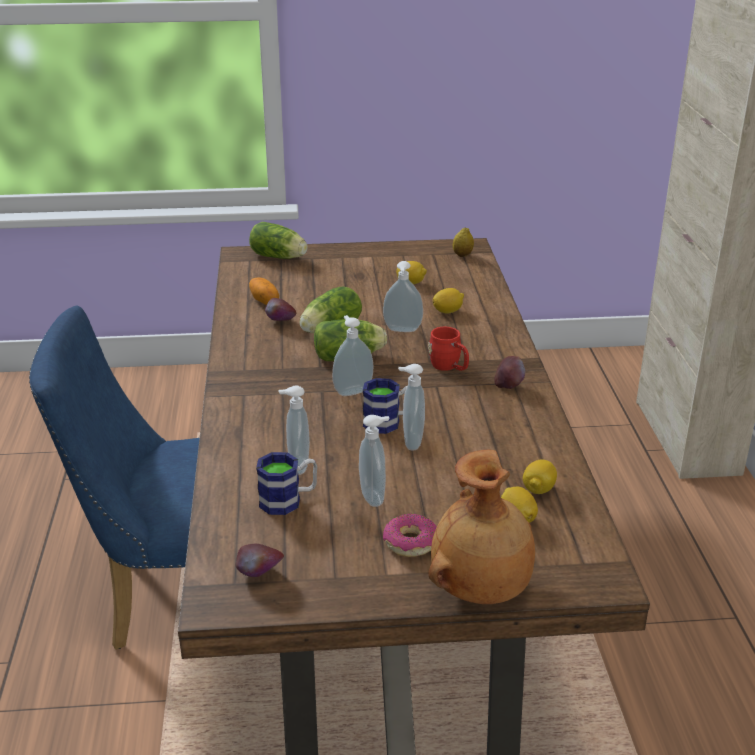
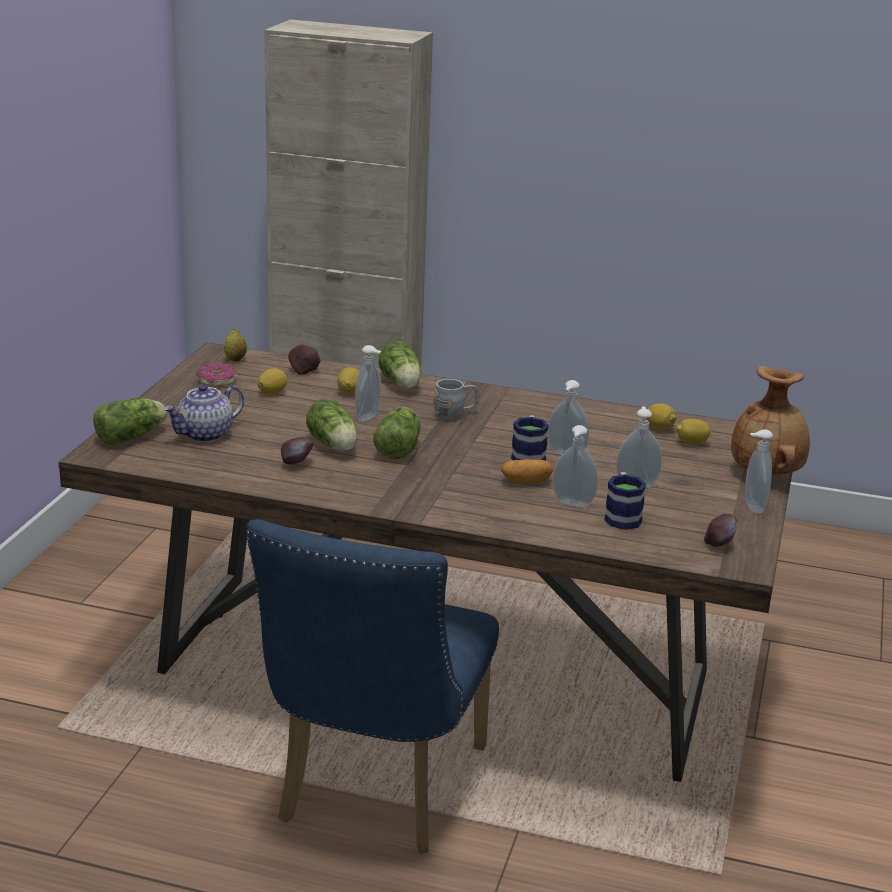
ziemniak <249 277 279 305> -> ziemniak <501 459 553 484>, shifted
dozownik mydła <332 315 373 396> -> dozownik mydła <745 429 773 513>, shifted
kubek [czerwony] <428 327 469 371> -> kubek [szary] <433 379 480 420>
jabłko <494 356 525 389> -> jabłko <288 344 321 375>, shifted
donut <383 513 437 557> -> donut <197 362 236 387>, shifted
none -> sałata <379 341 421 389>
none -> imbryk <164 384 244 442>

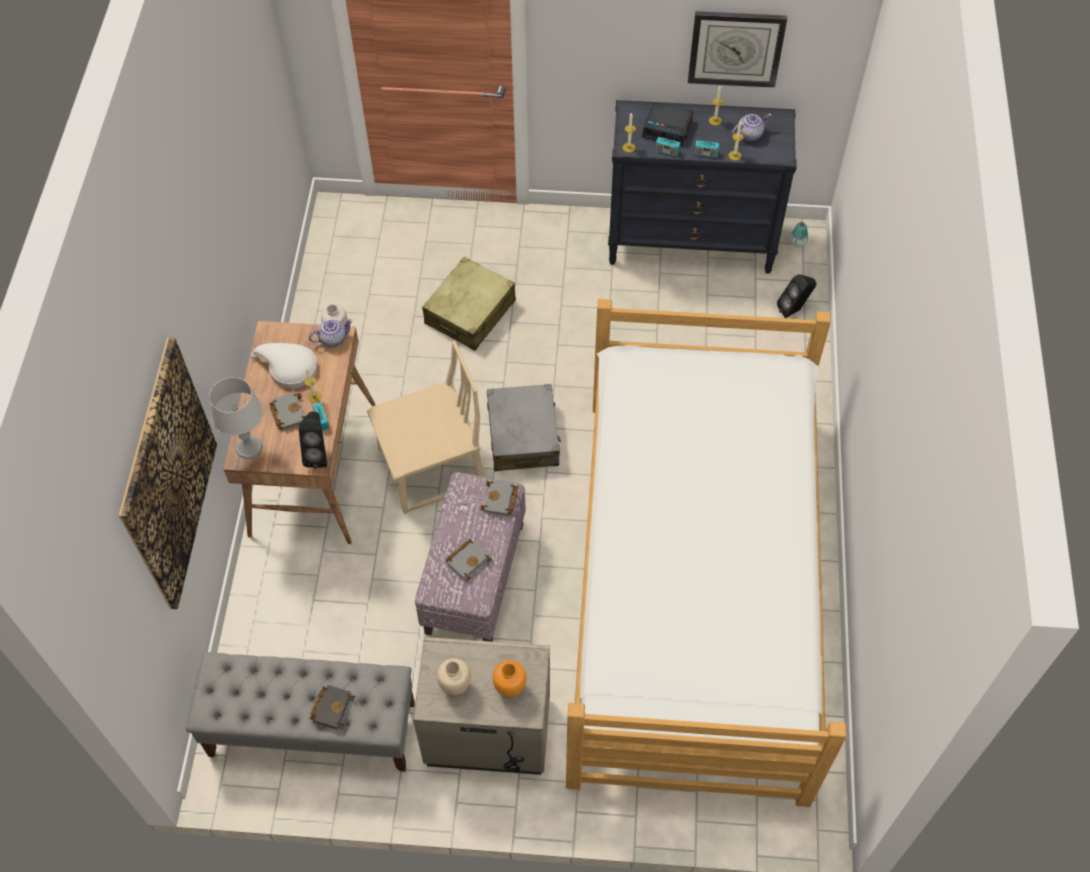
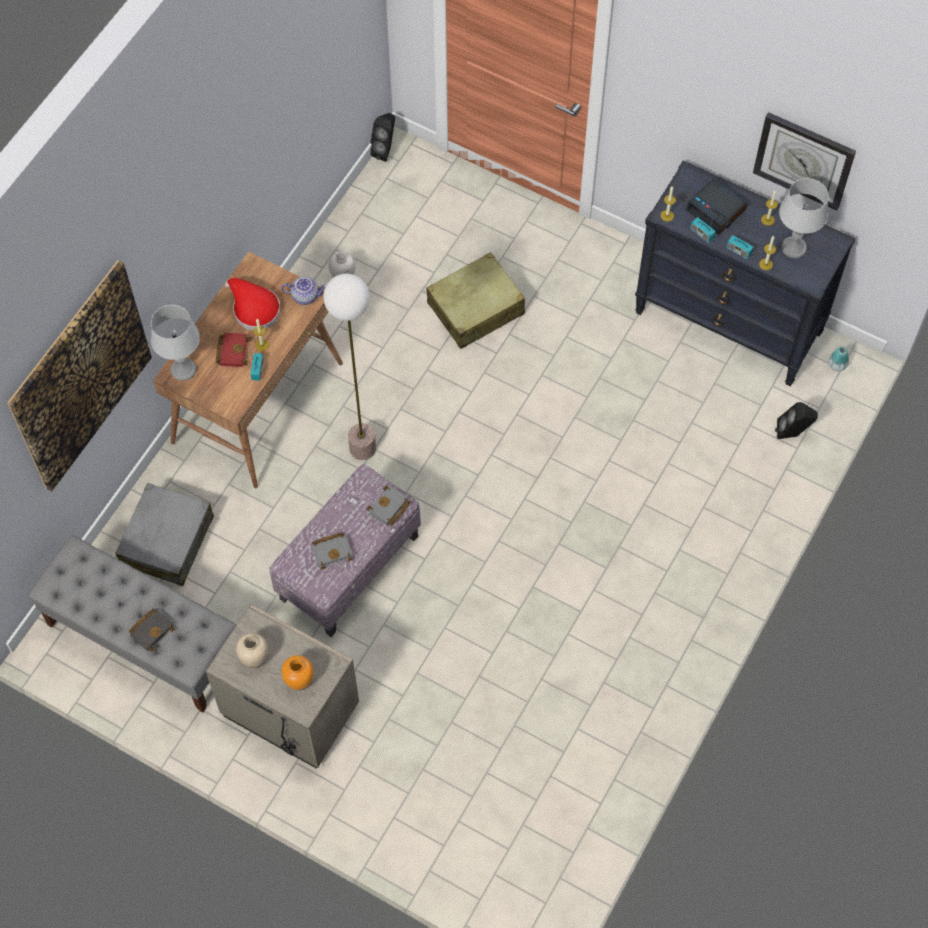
imbryk <732 113 771 141> -> lampa stołowa [szary] <779 178 829 258>
łóżko <566 299 847 807> -> none
krzesło [beżowy] <367 341 485 514> -> lampa stojąca <323 274 376 460>
kapelusz [biały] <251 343 318 388> -> kapelusz [czerwony] <225 278 281 330>
walizka [szary] <487 384 561 472> -> walizka [szary] <115 483 214 586>, shifted
książka [szary] <269 392 305 430> -> książka [czerwony] <216 333 251 367>
głośnik [czarny] <299 411 327 469> -> głośnik [czarny] <370 113 395 161>, shifted

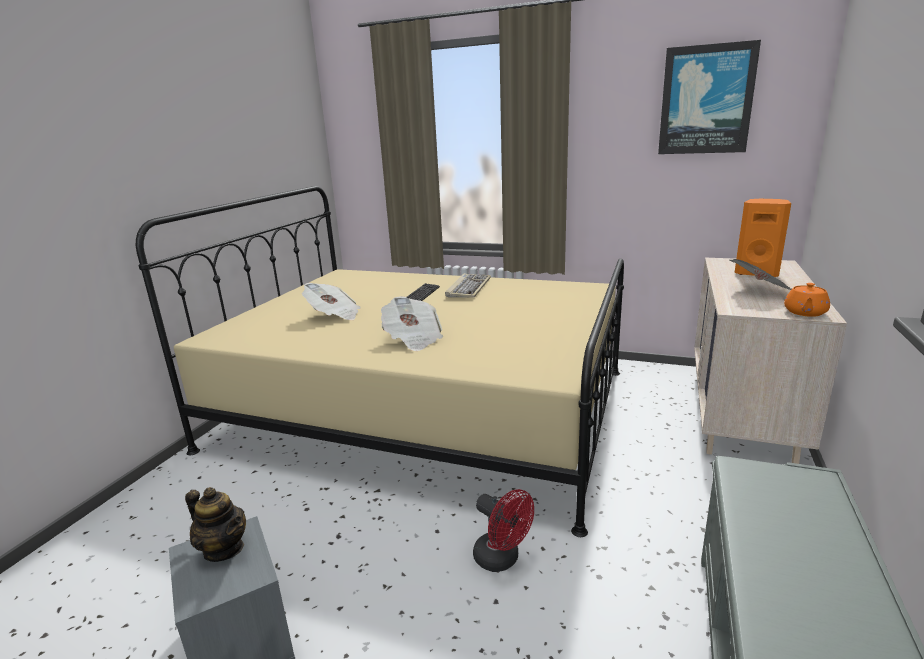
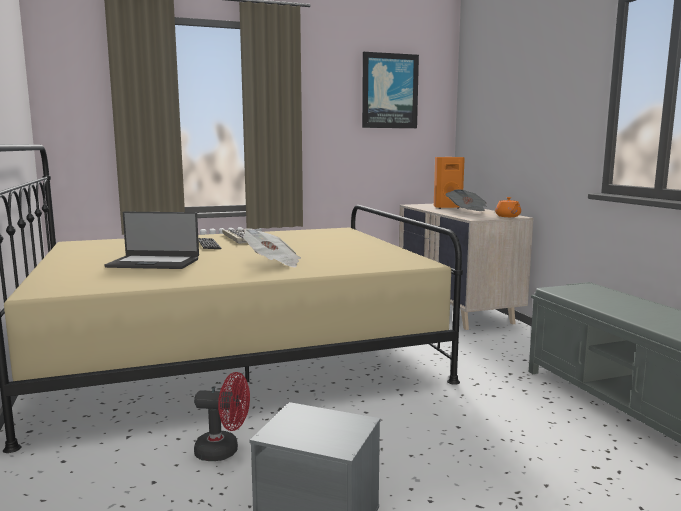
gazeta <302 283 360 320> -> laptop <104 212 199 269>
imbryk <185 487 246 562> -> none
wentylator [czerwony] <473 489 534 572> -> wentylator [czerwony] <194 372 250 461>, shifted

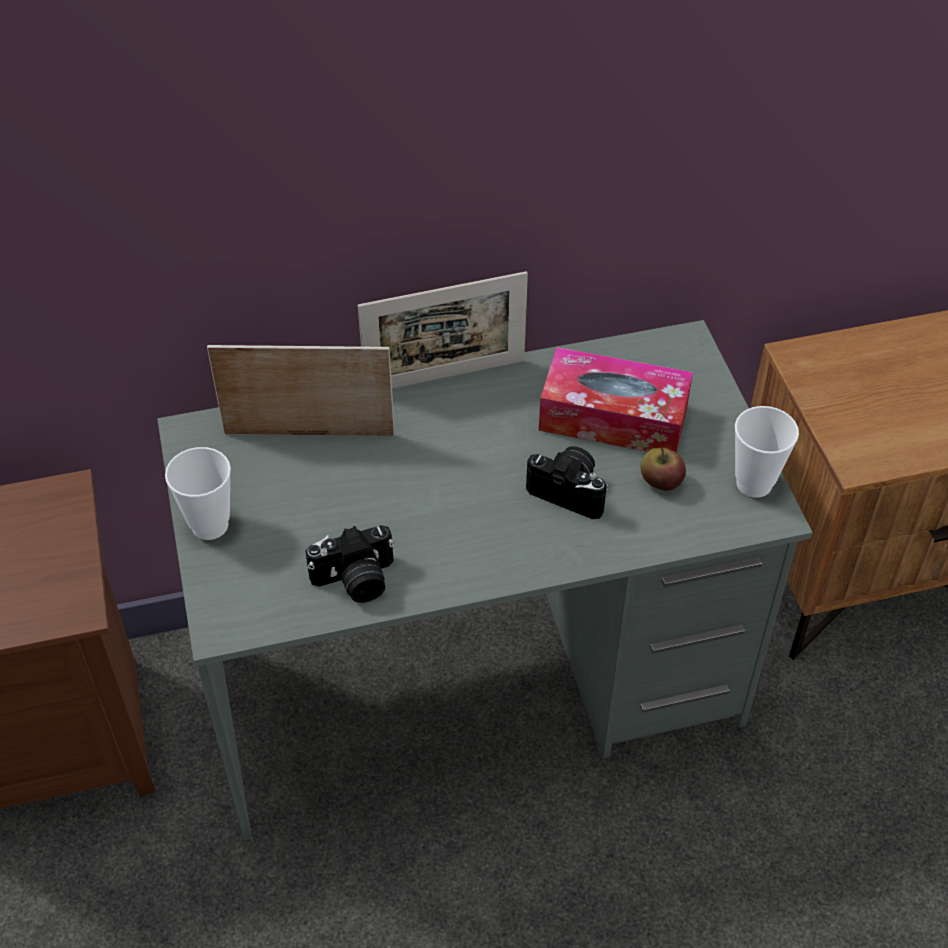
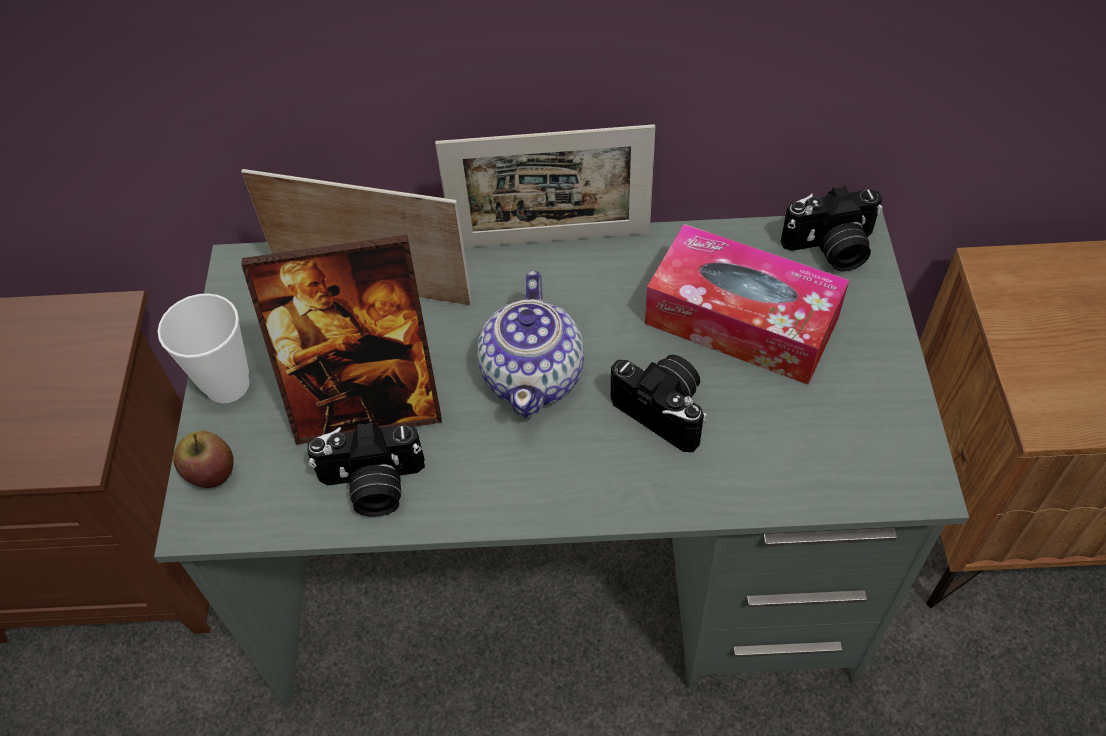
filiżanka <735 406 799 498> -> none
jabłko <641 448 686 491> -> jabłko <173 431 234 488>, shifted
none -> aparat fotograficzny <781 186 883 272>
none -> ramka na zdjęcie <241 235 442 445>
none -> imbryk <478 271 584 418>

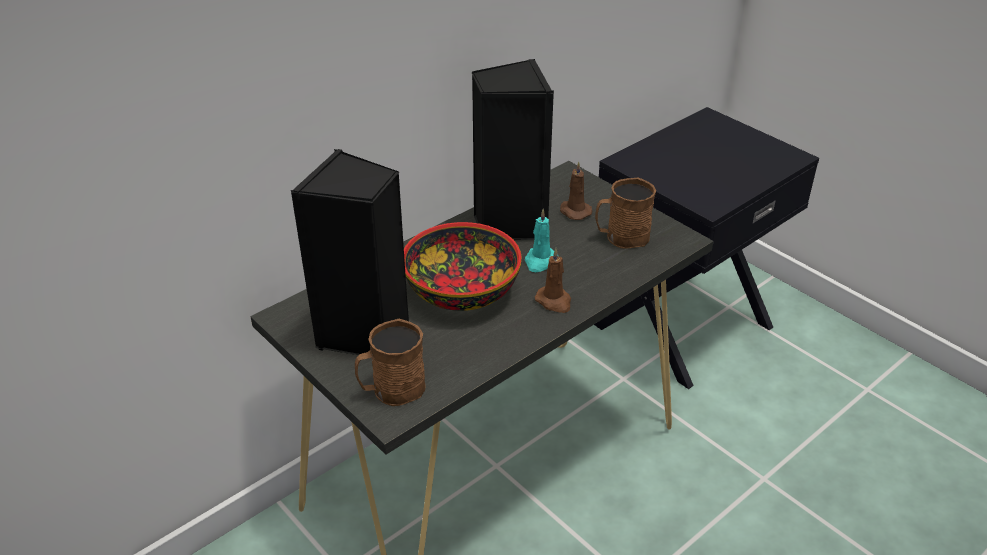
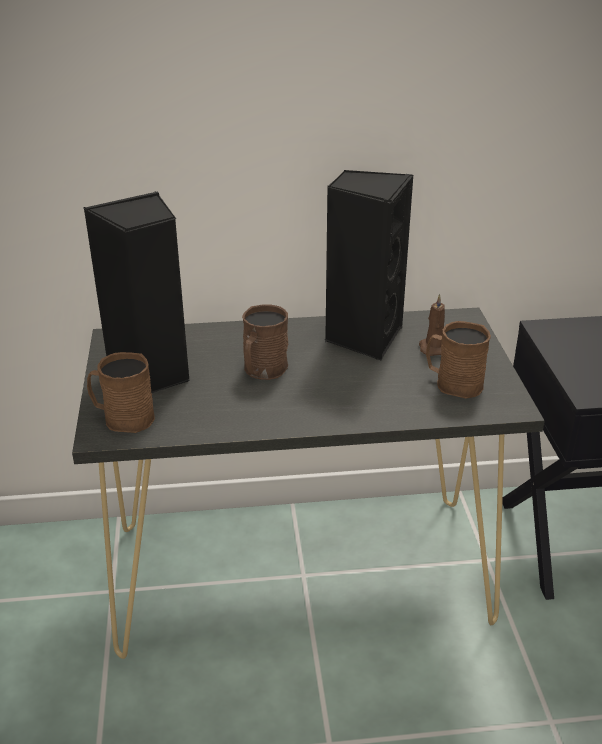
świeca [turkusowy] <525 209 554 272> -> none
miska <404 222 522 311> -> kubek [brązowy] <242 304 288 380>
świeca [brązowy] <535 248 571 313> -> none

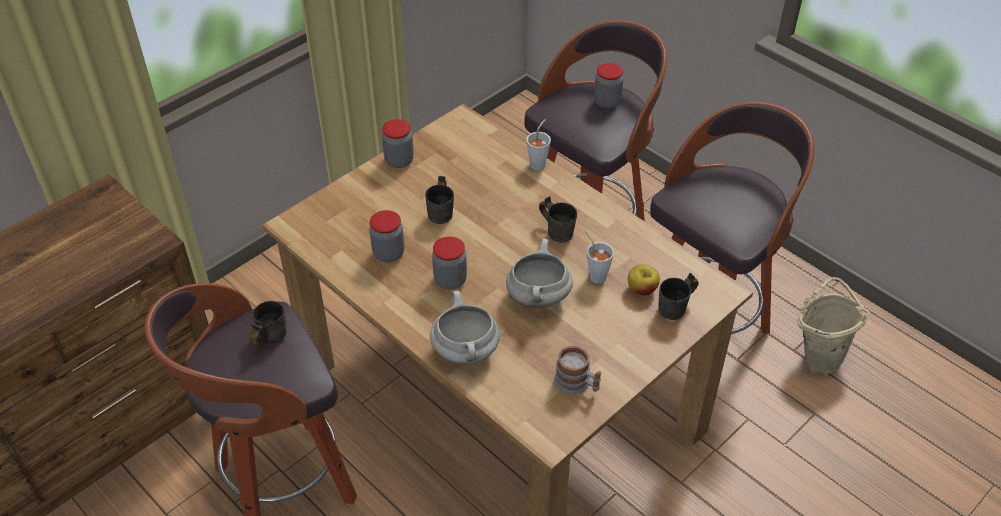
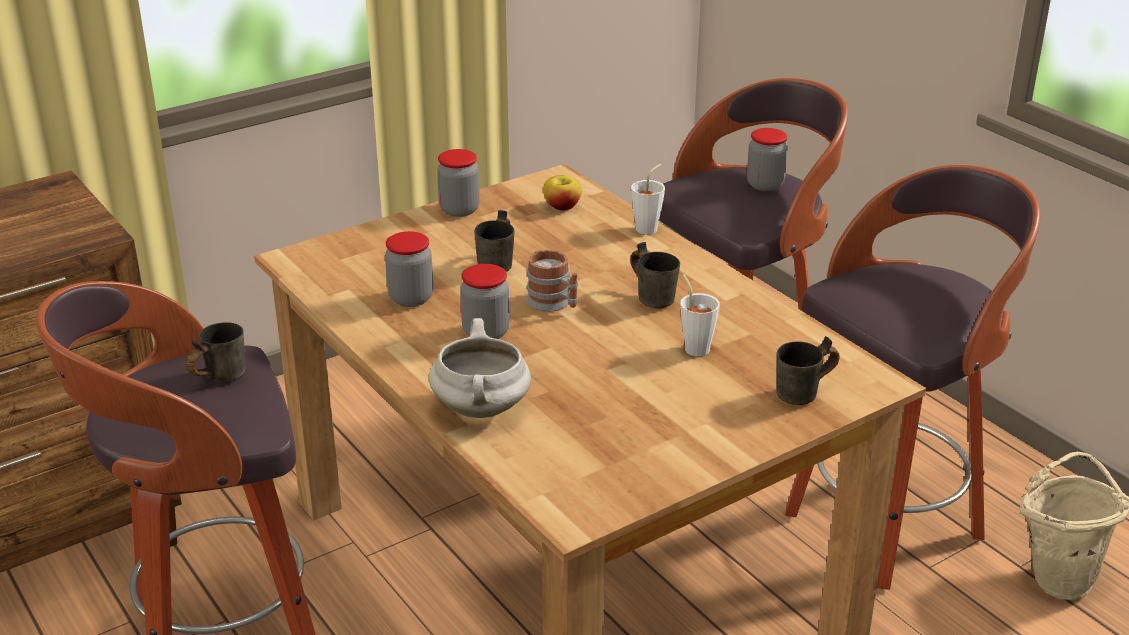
garnek [biały] <506 239 573 308> -> none
jabłko <628 264 660 295> -> jabłko <543 175 582 211>, shifted
kubek <554 346 601 395> -> kubek <526 249 578 312>, shifted

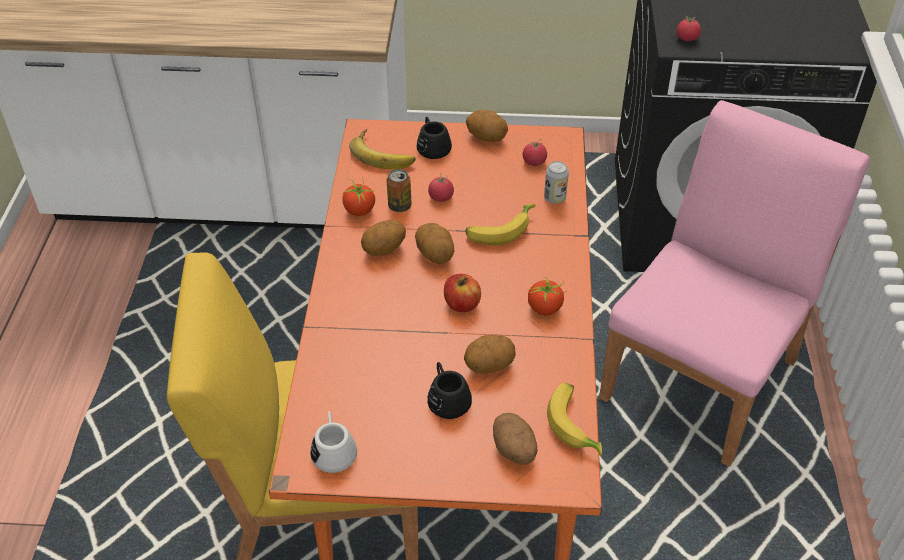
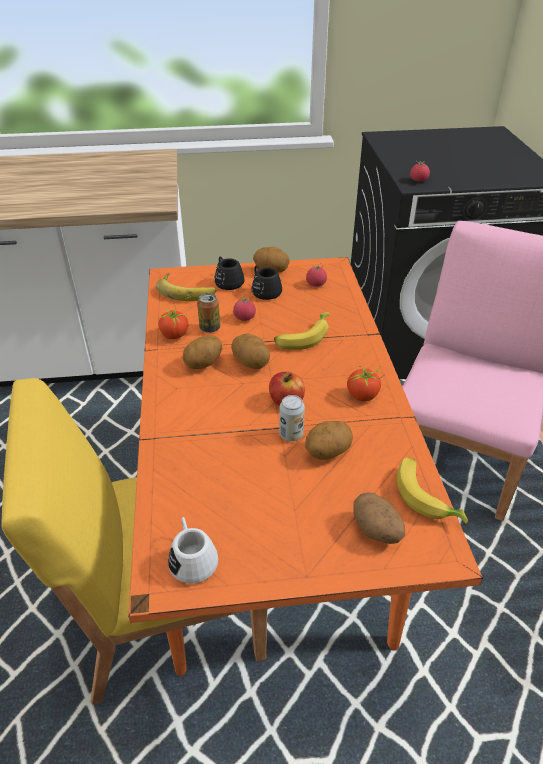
puszka <544 161 569 204> -> puszka <279 395 305 441>, shifted
kubek [czarny] <427 362 472 419> -> kubek [czarny] <252 265 282 300>, shifted

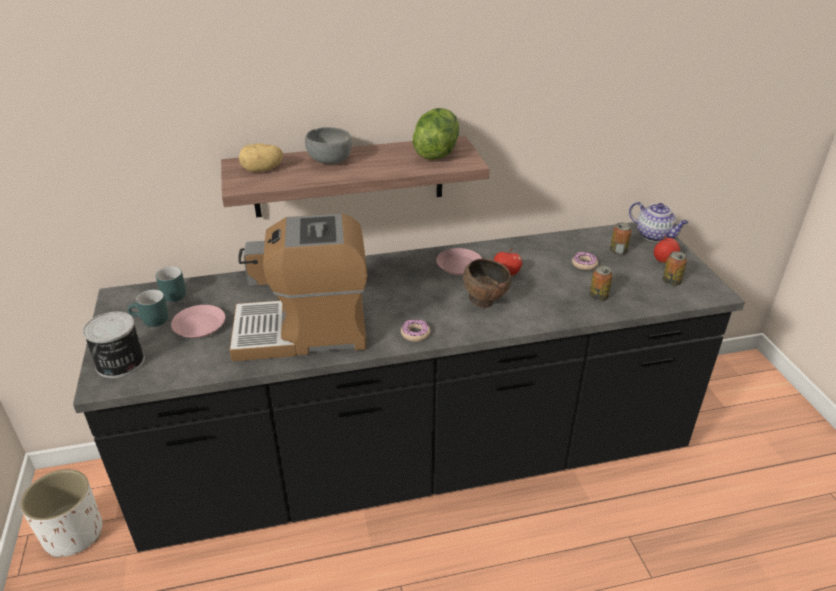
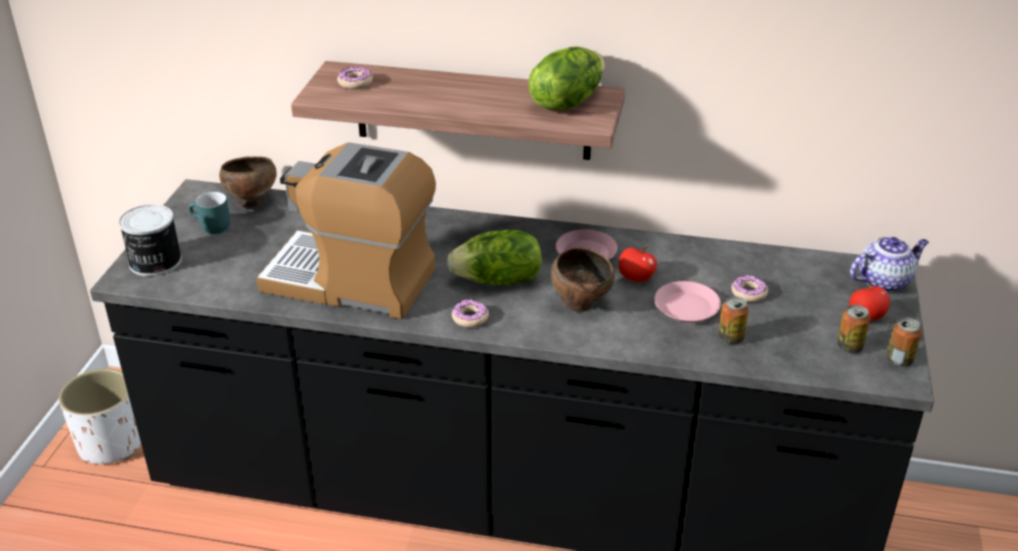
miska [szary] <305 127 352 164> -> none
ziemniak <239 143 283 172> -> donut <337 67 373 89>
imbryk <629 202 689 242> -> imbryk <850 236 929 292>, 90 degrees counterclockwise
puszka <610 222 632 255> -> puszka <887 318 922 367>, shifted
kubek [turkusowy] <155 267 186 302> -> miska [brązowy] <219 156 276 208>
talerz [różowy] <171 305 225 338> -> talerz [różowy] <654 281 721 323>, shifted
none -> sałata <447 230 542 286>

